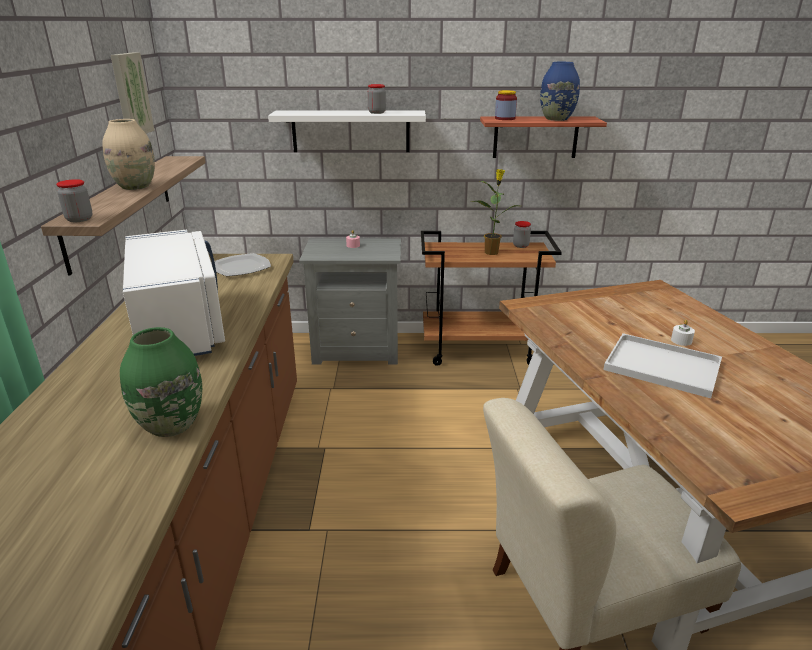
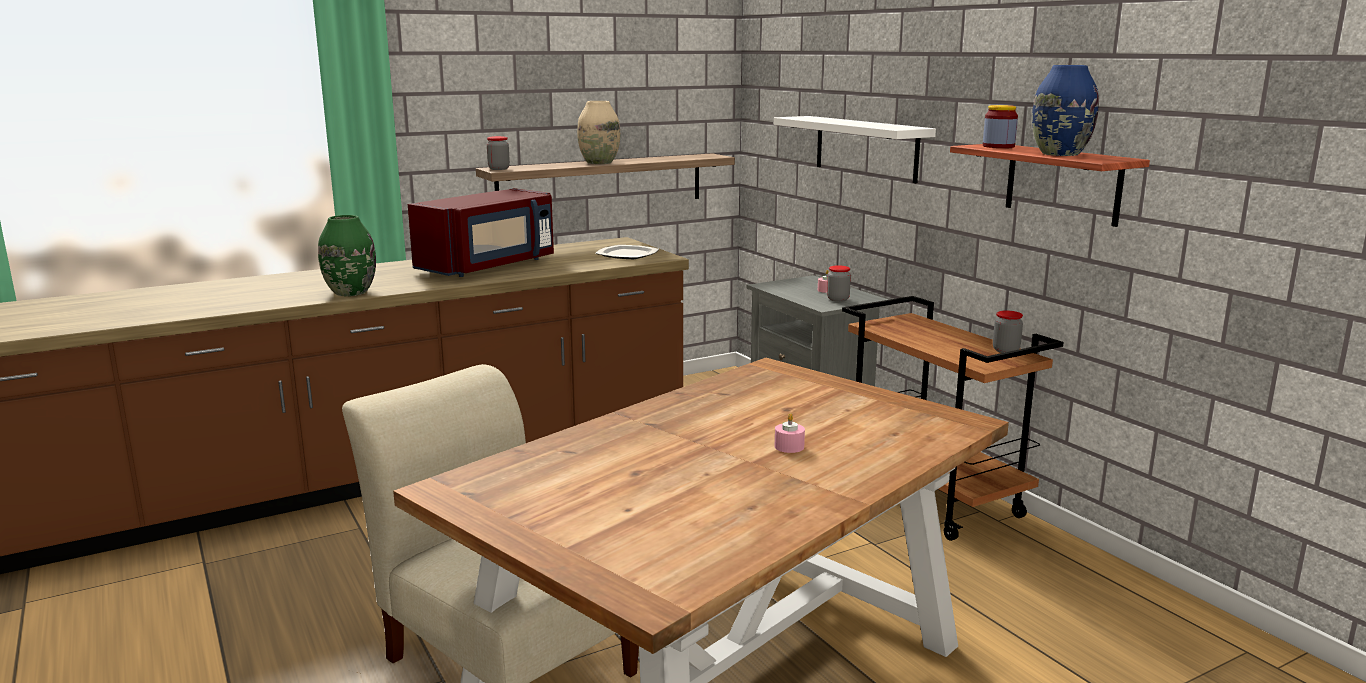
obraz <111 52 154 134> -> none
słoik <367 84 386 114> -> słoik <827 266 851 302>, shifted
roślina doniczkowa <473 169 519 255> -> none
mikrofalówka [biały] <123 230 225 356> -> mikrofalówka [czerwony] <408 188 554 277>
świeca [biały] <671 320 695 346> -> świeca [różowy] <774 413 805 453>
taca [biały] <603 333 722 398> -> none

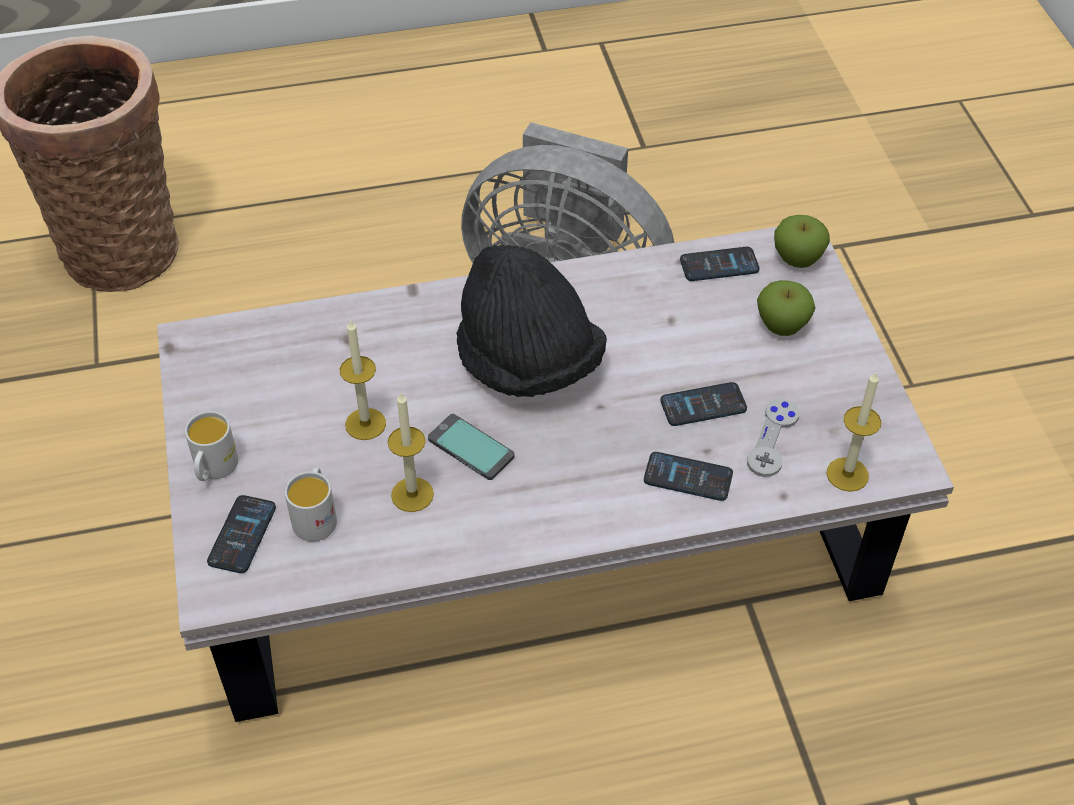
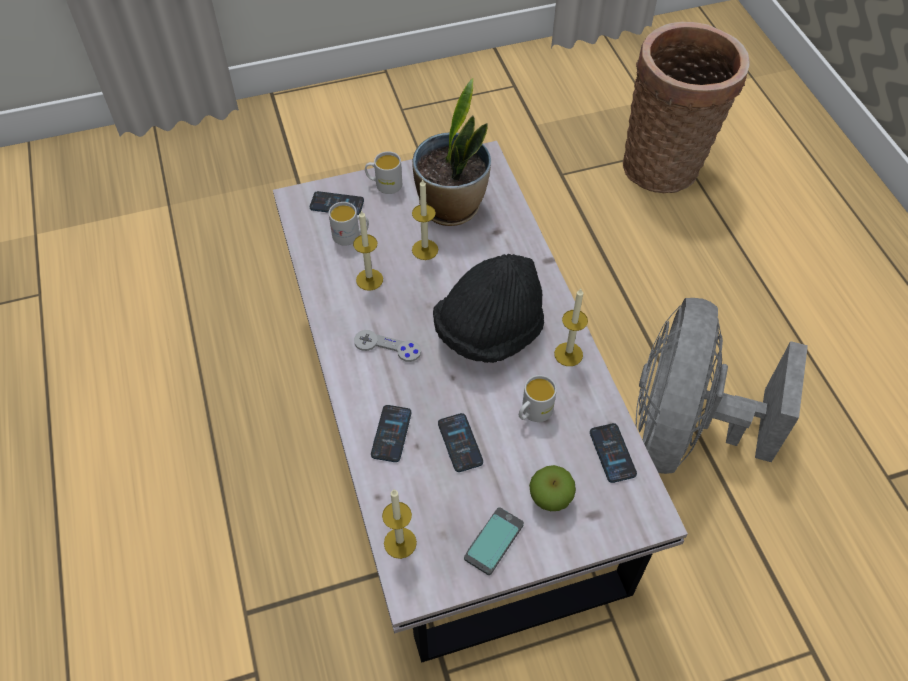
jabłko <774 215 830 268> -> none
pad do gier [szary] <747 399 800 477> -> pad do gier [szary] <354 330 421 362>, shifted
telefon <428 414 515 480> -> telefon <464 507 524 575>, shifted
none -> roślina doniczkowa <412 78 491 226>
none -> świeca <554 289 588 366>
none -> kubek [biały] <519 375 557 422>

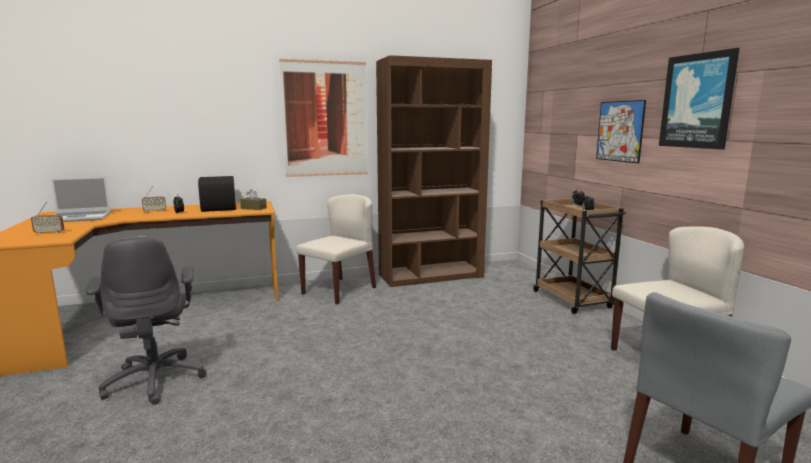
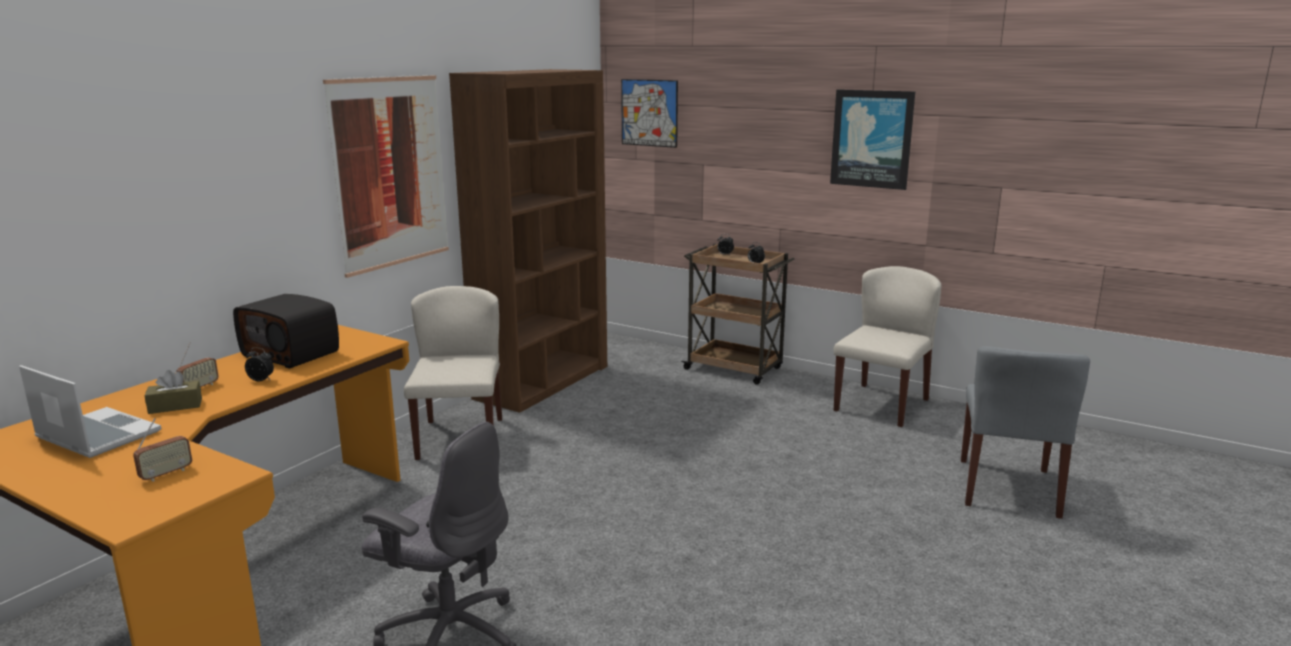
obraz <596 100 646 163> -> obraz <621 79 678 148>, shifted
laptop <51 177 111 222> -> laptop <19 365 161 458>, 90 degrees counterclockwise
pudełko chusteczek [brązowy] <240 189 267 210> -> pudełko chusteczek [brązowy] <144 370 202 414>, shifted

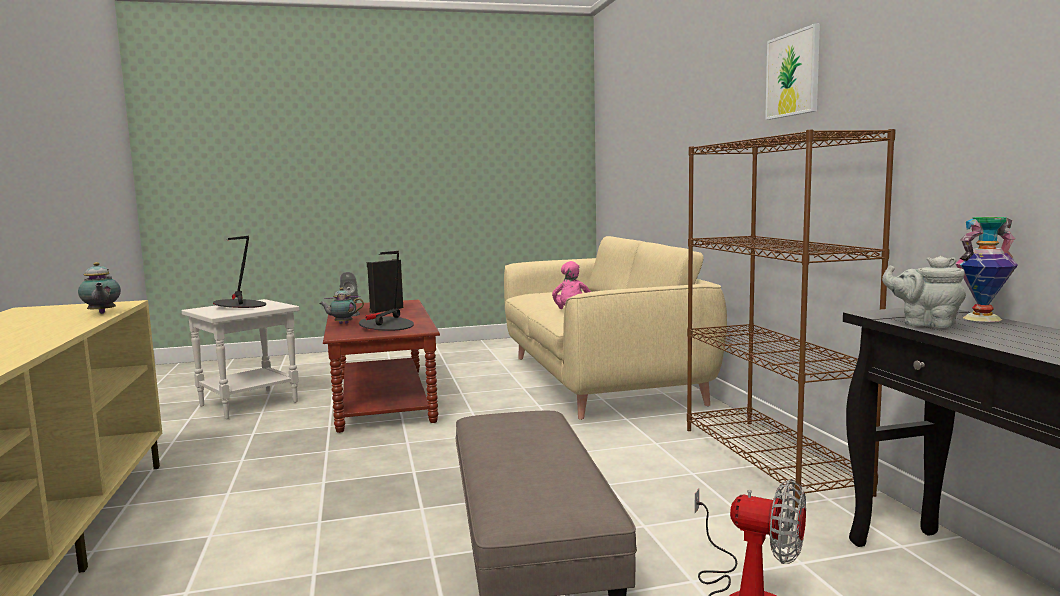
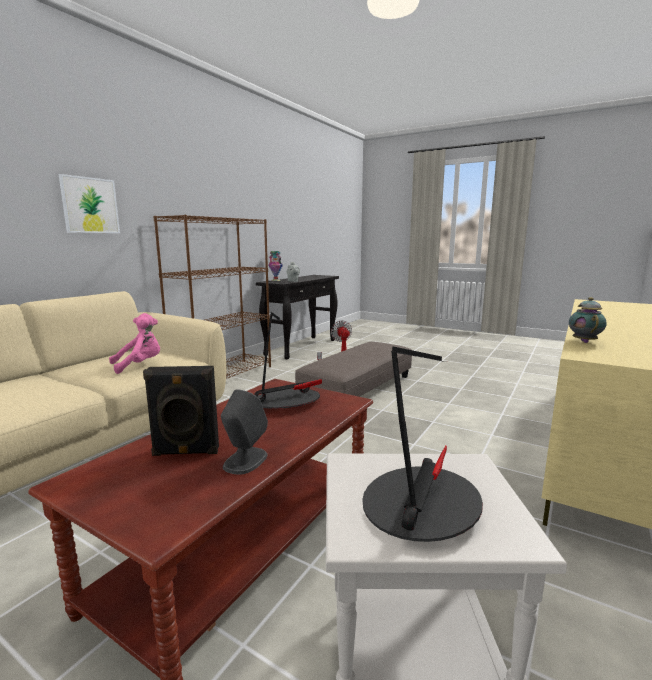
obraz <765 24 820 120> -> obraz <59 174 120 233>, shifted
imbryk <319 288 364 324> -> none

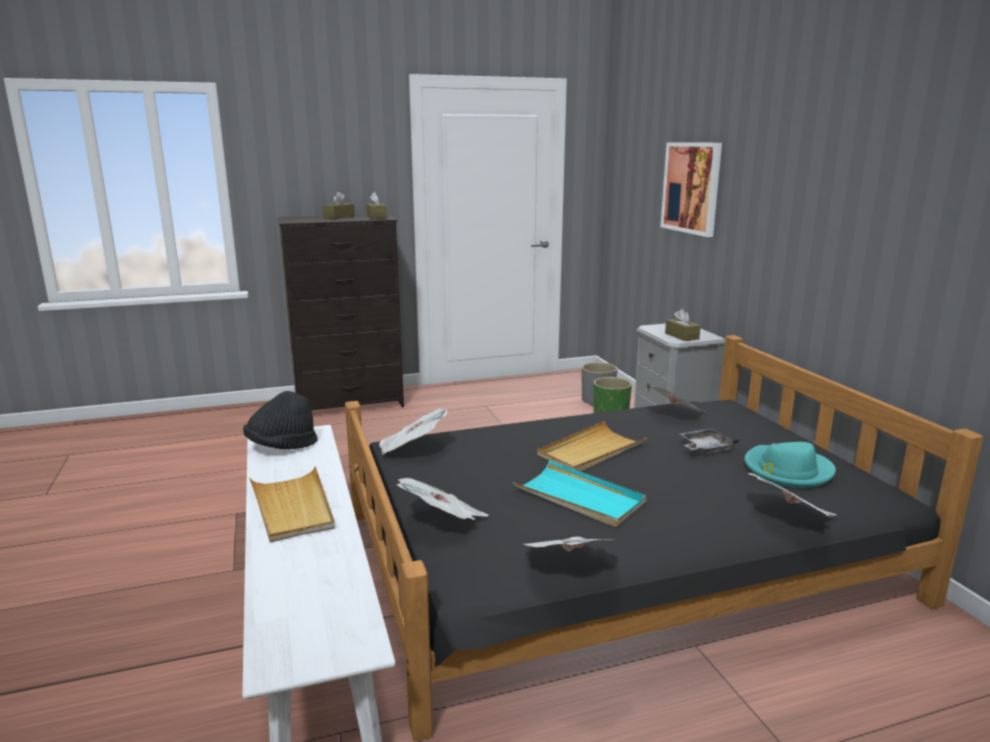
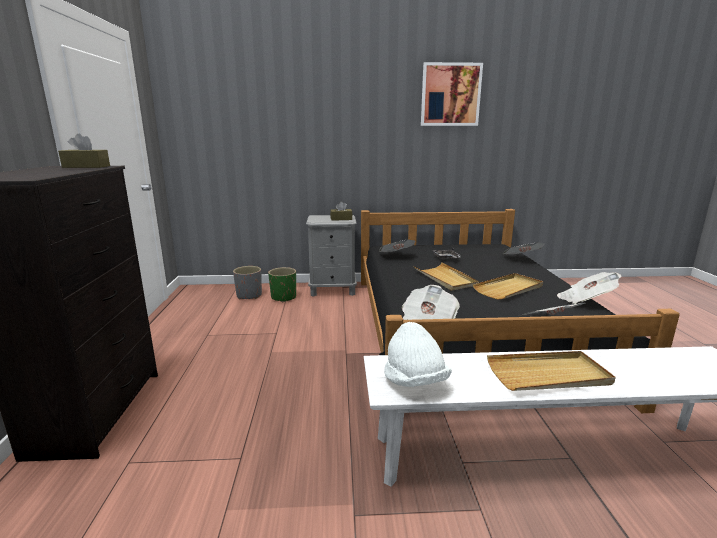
obraz <660 142 722 237> -> obraz <421 62 483 126>, shifted
pudełko chusteczek [brązowy] <323 192 355 219> -> none
kapelusz [czarny] <243 391 318 449> -> kapelusz [biały] <384 322 452 387>
kapelusz [turkusowy] <744 442 836 488> -> none
taca [turkusowy] <513 460 647 527> -> taca [beżowy] <473 273 543 300>

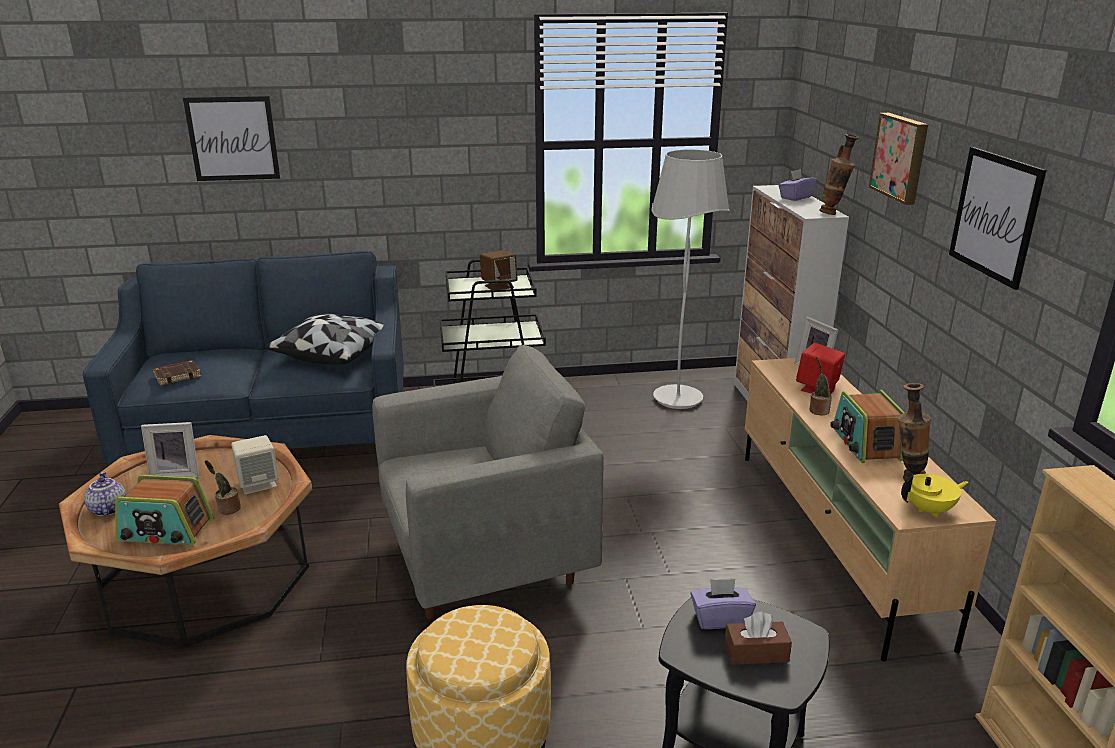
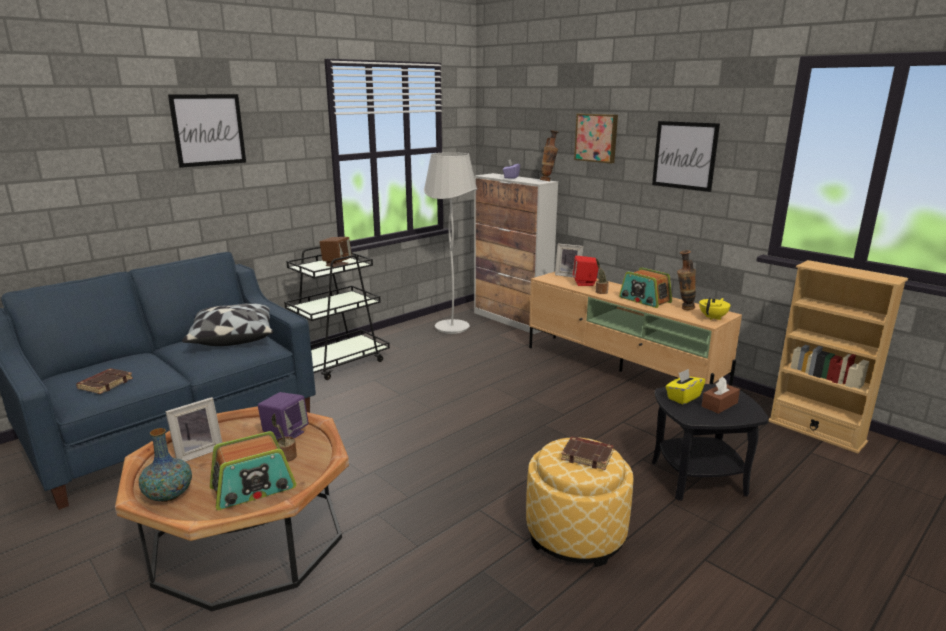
obraz <183 96 280 181> -> obraz <168 94 246 168>, shifted
fotel [szary] <372 345 604 619> -> none
głośnik [beżowy] <231 435 279 494> -> głośnik [fioletowy] <258 392 309 440>
imbryk <84 472 126 516> -> wazon <139 428 192 502>
pudełko chusteczek [fioletowy] <690 579 756 629> -> pudełko chusteczek [żółty] <666 369 705 405>
none -> książka [brązowy] <561 436 614 470>

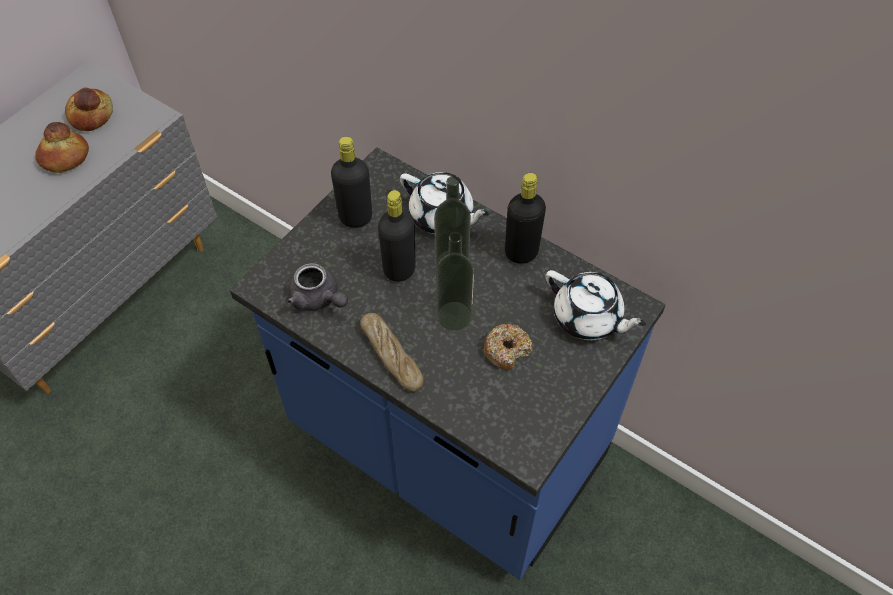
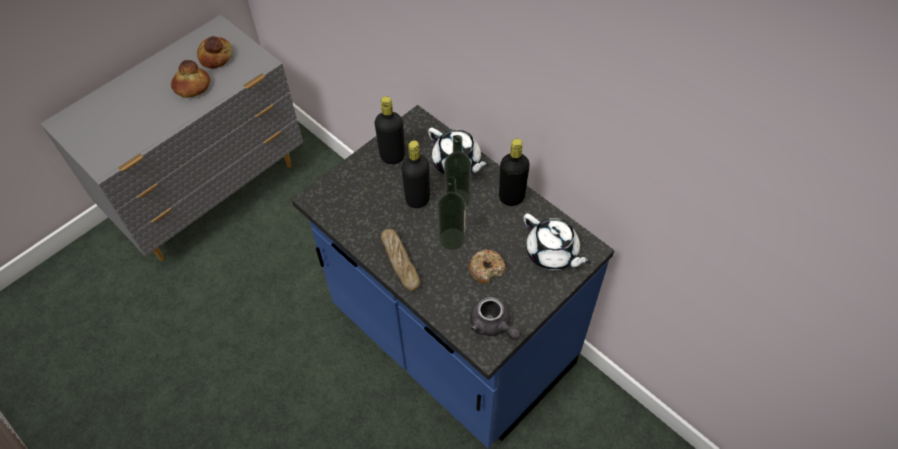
imbryk [szary] <287 263 348 310> -> imbryk [szary] <470 297 521 340>, shifted

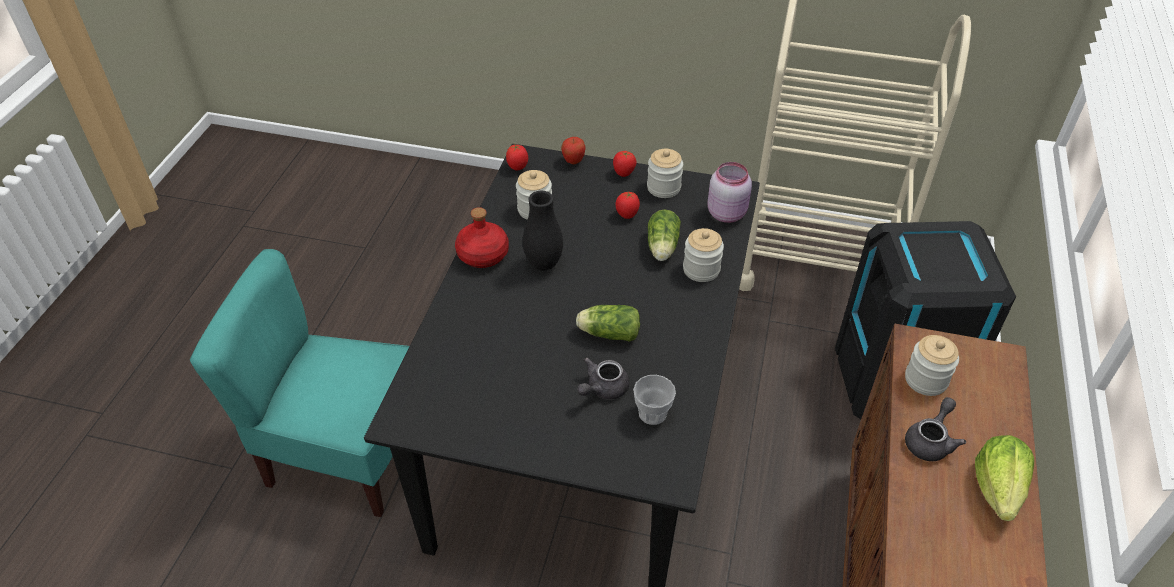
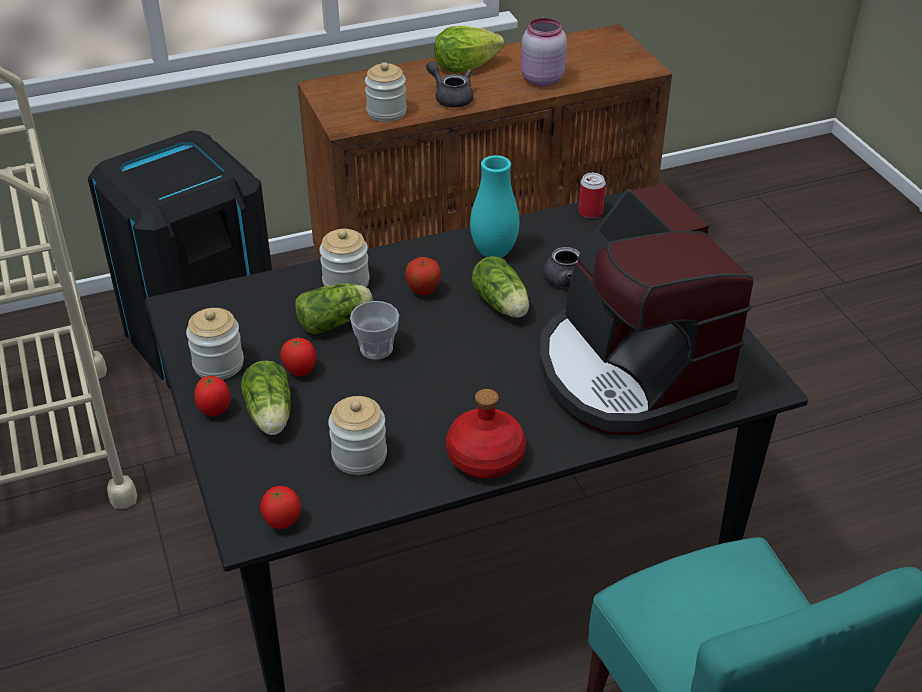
jabłko <561 137 586 164> -> jabłko <405 257 441 295>, shifted
słoik [różowy] <708 162 752 223> -> słoik [różowy] <521 18 567 87>, shifted
wazon [czarny] <523 191 563 271> -> none
filiżanka <633 375 676 425> -> filiżanka <350 301 399 360>, shifted
imbryk [szary] <905 397 966 461> -> imbryk [szary] <426 61 473 108>, 45 degrees clockwise
none -> wazon [turkusowy] <470 155 519 258>
none -> puszka <578 173 606 218>
none -> ekspres do kawy <539 183 753 435>
none -> sałata <241 360 291 435>

